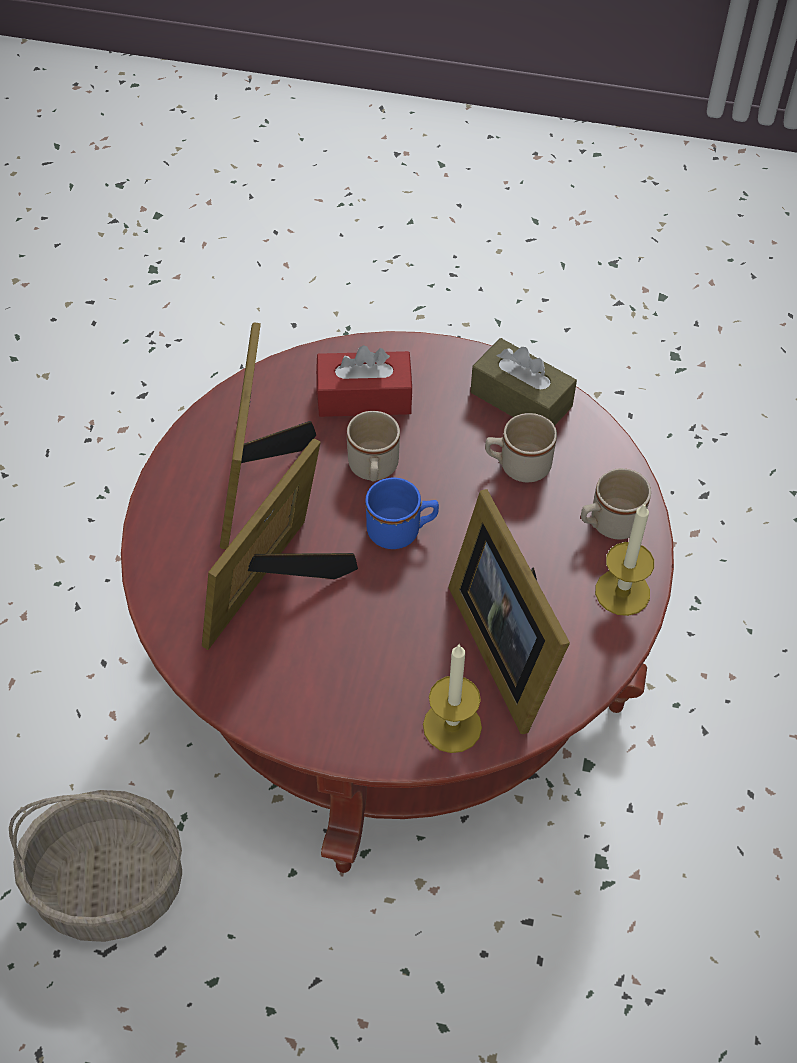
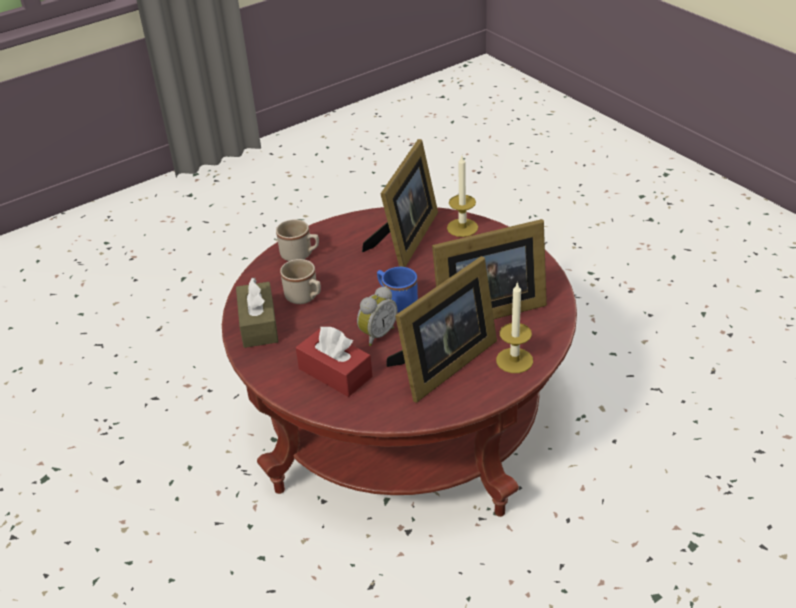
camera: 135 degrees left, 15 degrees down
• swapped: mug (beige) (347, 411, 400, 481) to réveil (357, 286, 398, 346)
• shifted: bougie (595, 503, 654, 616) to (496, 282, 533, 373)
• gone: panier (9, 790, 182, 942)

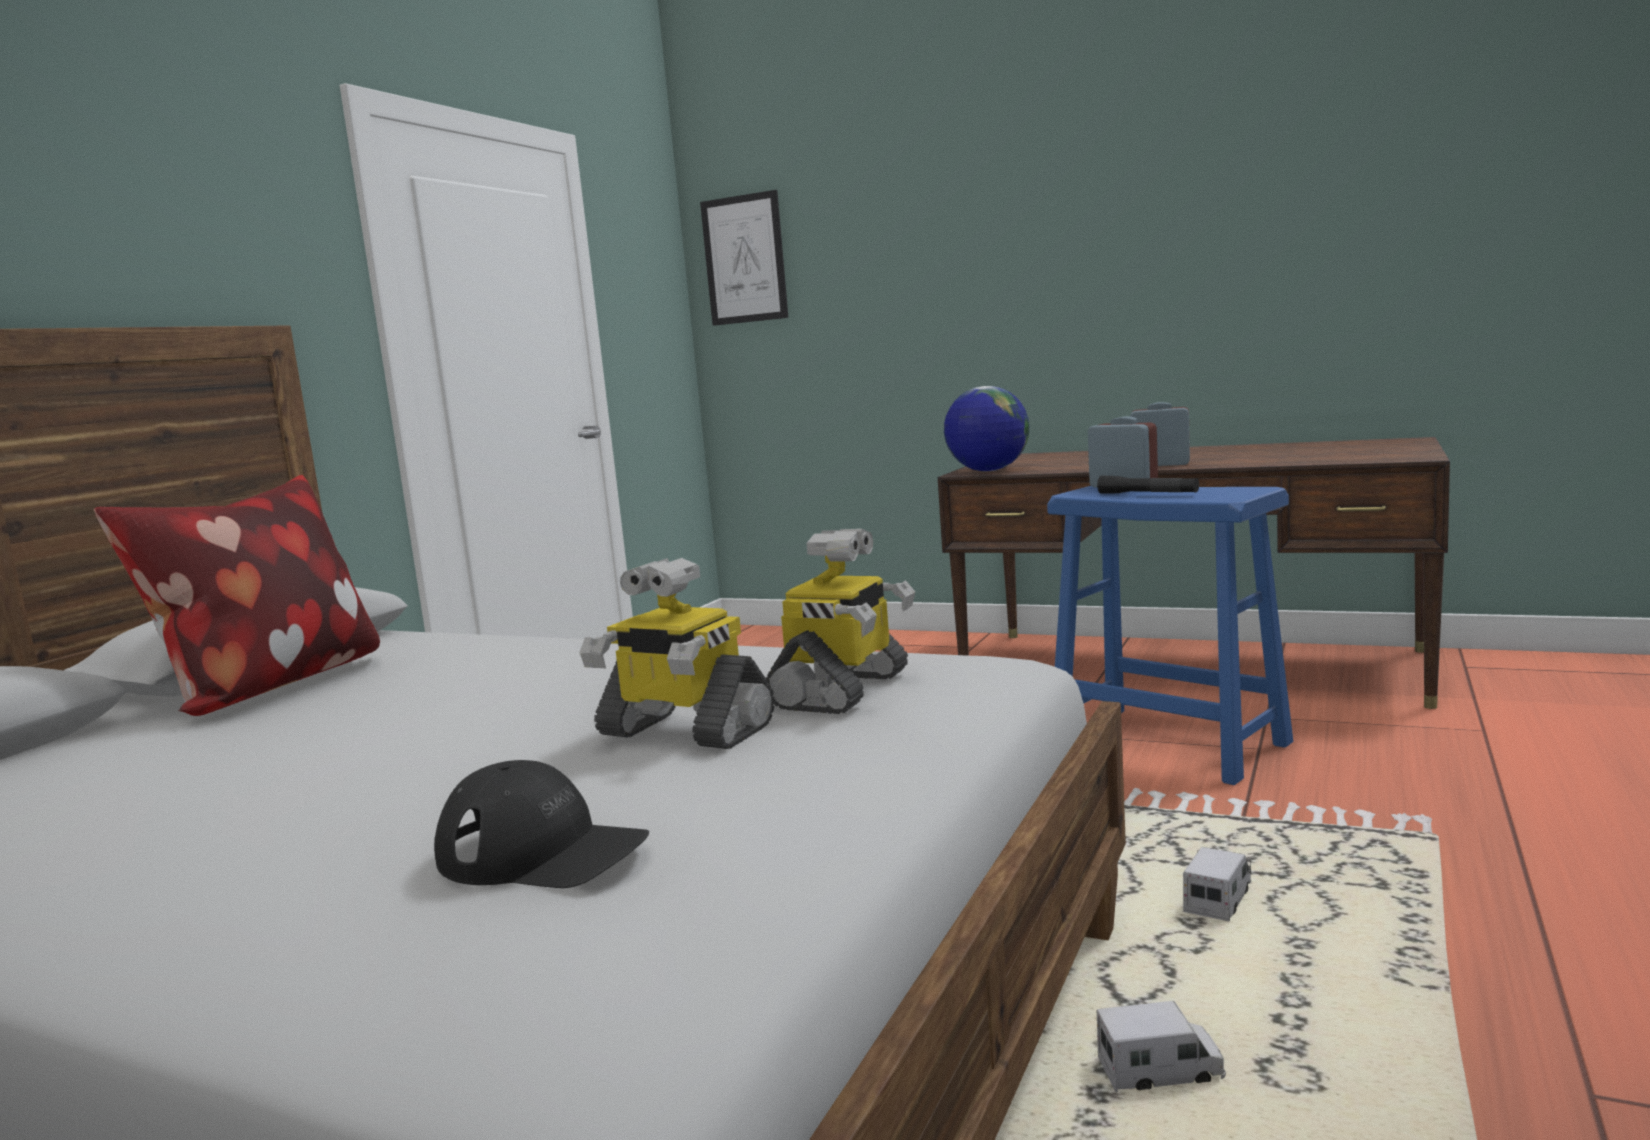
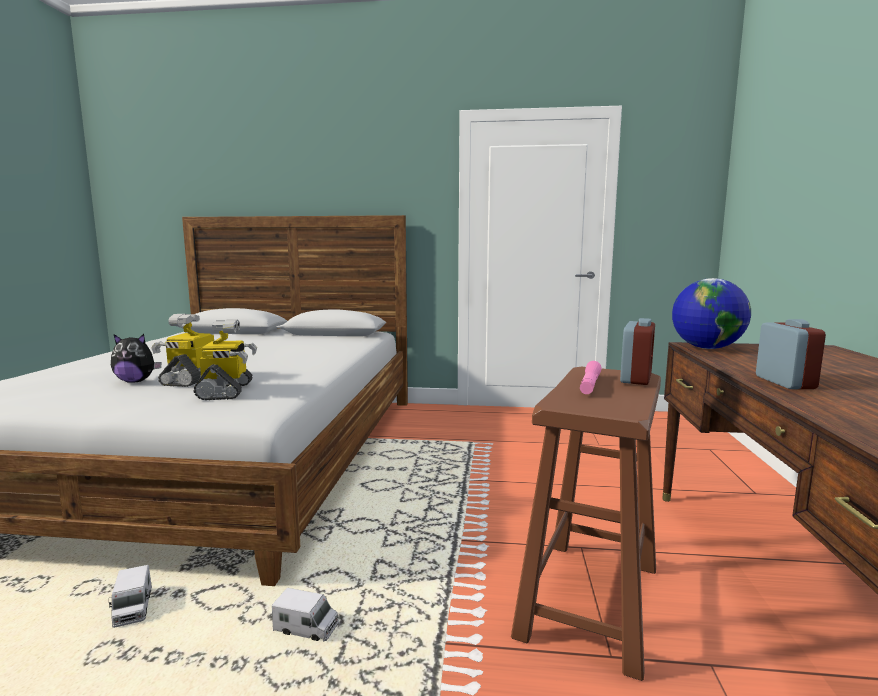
camera: 70 degrees right, 0 degrees up
• new: peluche (111, 334, 162, 383)
• rotated: robot jouet (766, 529, 915, 714) = (194, 319, 257, 400) 105 degrees counterclockwise
• repainted: tabouret (bleu) (1047, 486, 1293, 785) to tabouret (marron) (511, 367, 661, 681)
• repainted: lampe de poche (noir) (1097, 476, 1199, 494) to lampe de poche (rose) (580, 361, 602, 394)
• gone: coussin (94, 475, 380, 716)
• gone: casquette (noir) (434, 760, 649, 888)
• gone: tableau (700, 190, 788, 326)

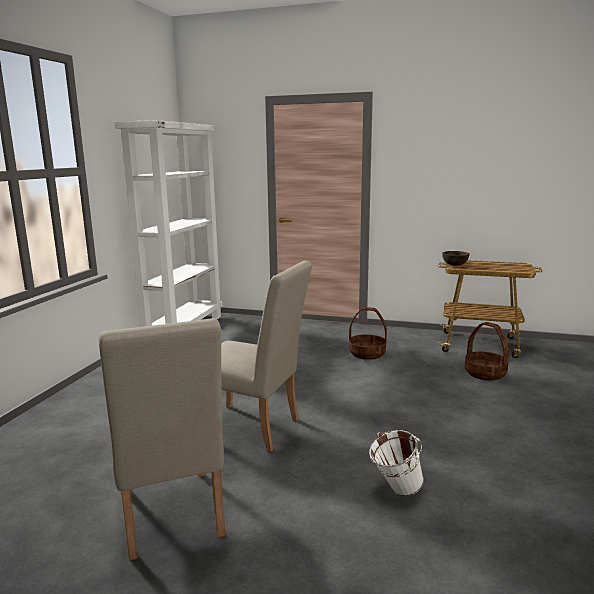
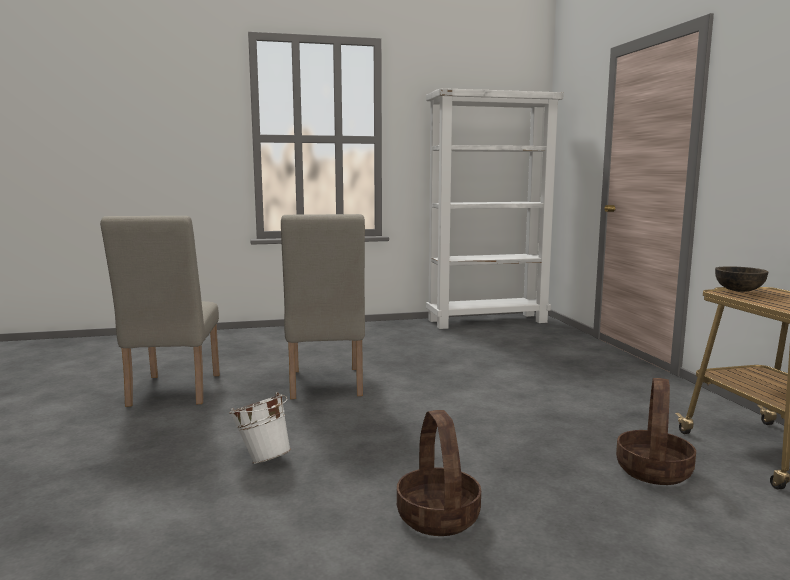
camera: 60 degrees right, 5 degrees down
• rotated: chaise (beige) (99, 318, 226, 561) = (100, 216, 220, 407) 45 degrees counterclockwise
• shifted: panier (349, 307, 387, 360) to (397, 410, 481, 536)

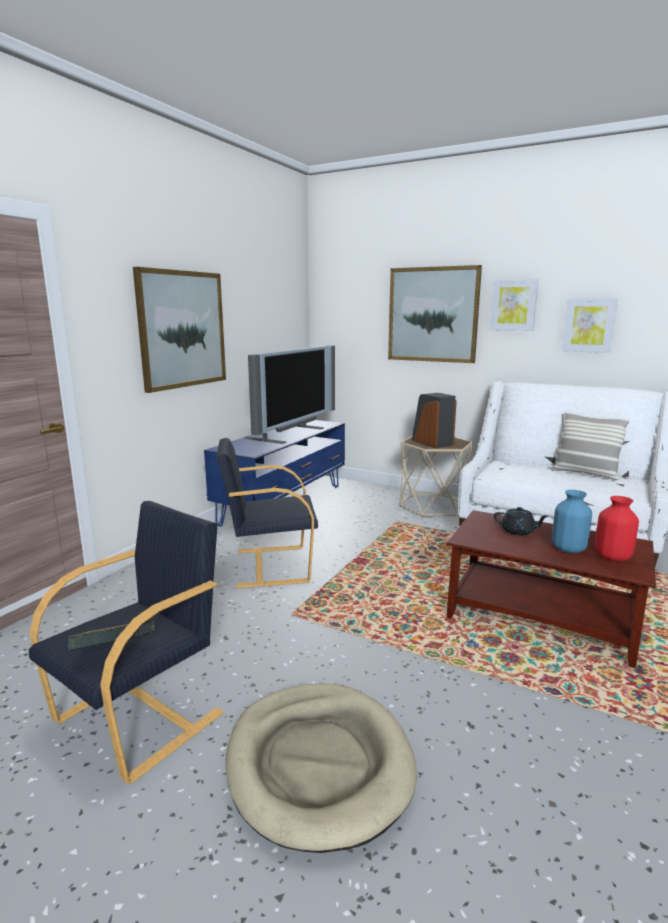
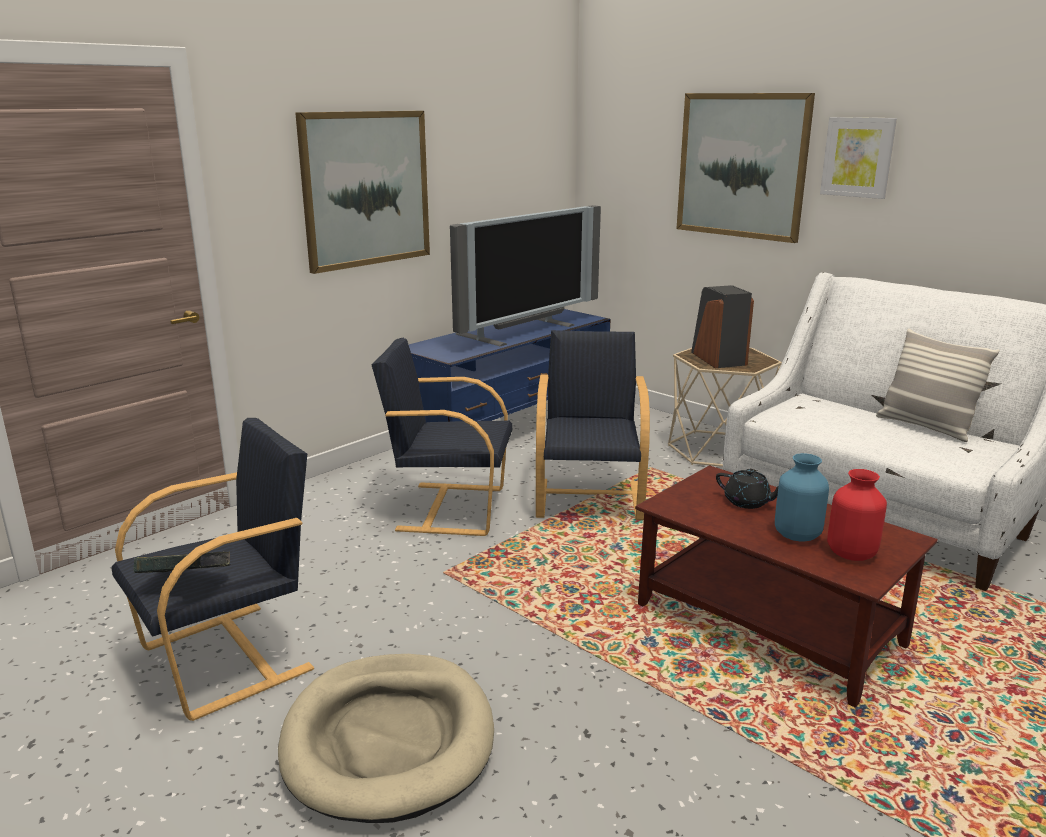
camera: 15 degrees right, 5 degrees up
• new: fauteuil (noir) (536, 330, 650, 520)
• gone: tableau (562, 299, 618, 353)

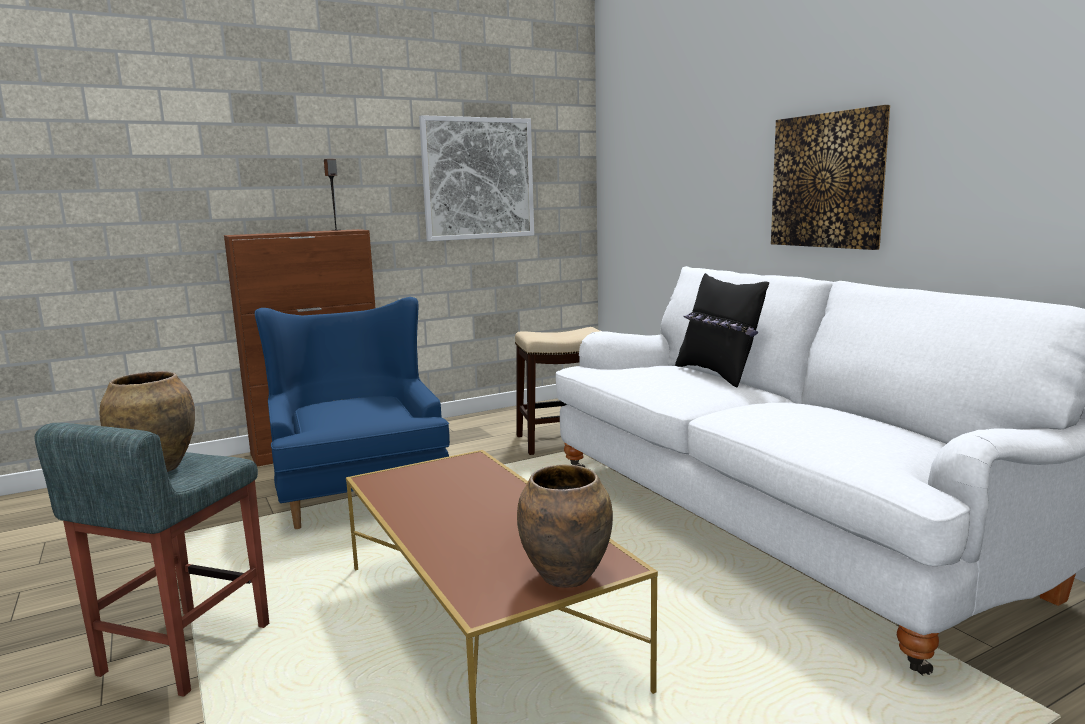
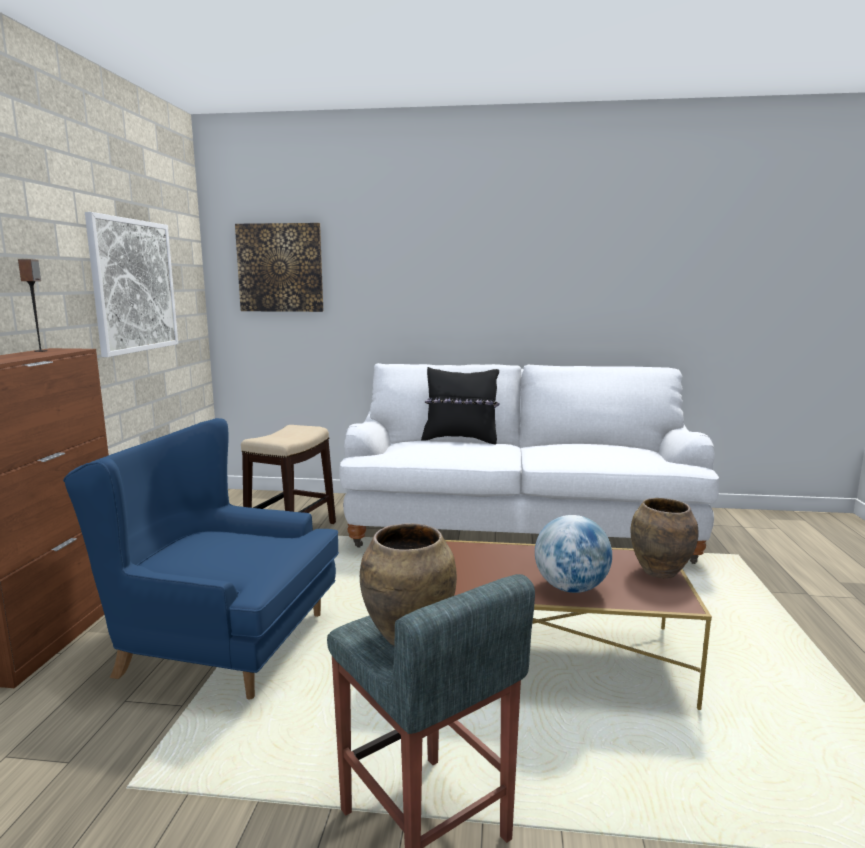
camera: 55 degrees left, 0 degrees up
• shifted: tableau (771, 105, 890, 250) to (235, 223, 323, 312)
• new: globe (535, 515, 612, 593)

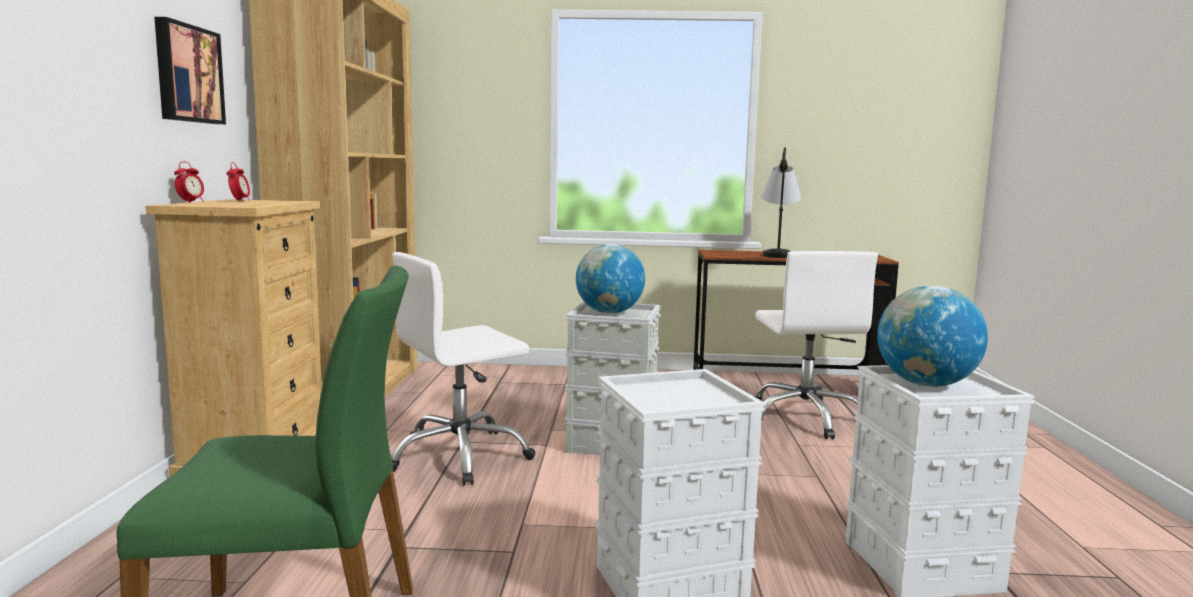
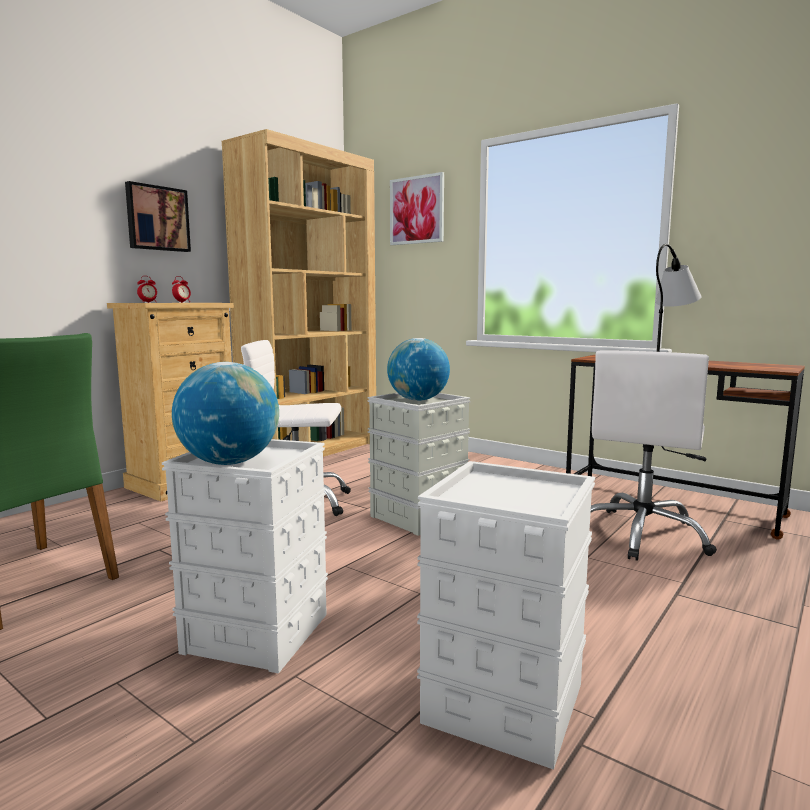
camera: 35 degrees right, 0 degrees up
• shifted: globe (877, 286, 988, 387) to (172, 362, 279, 465)
• new: tableau (390, 172, 444, 245)

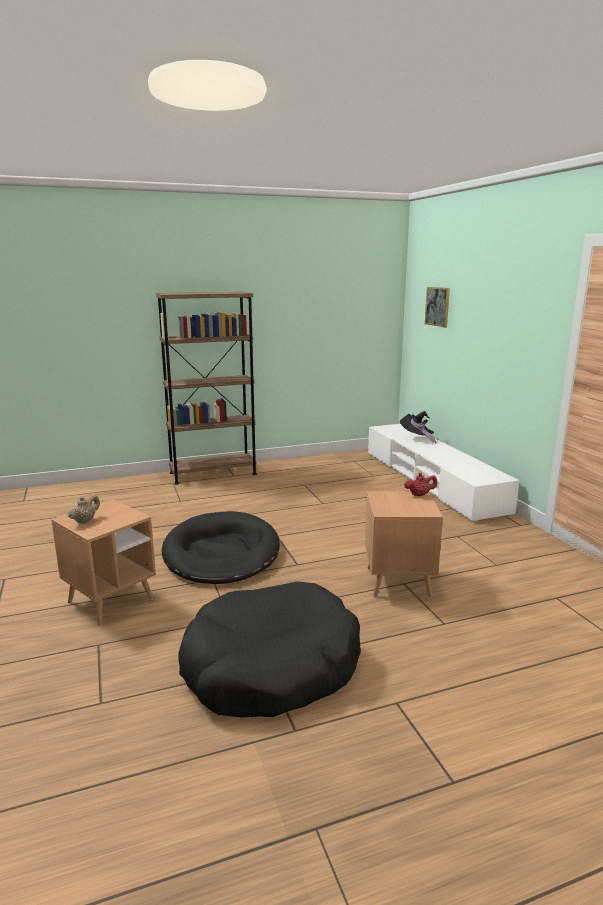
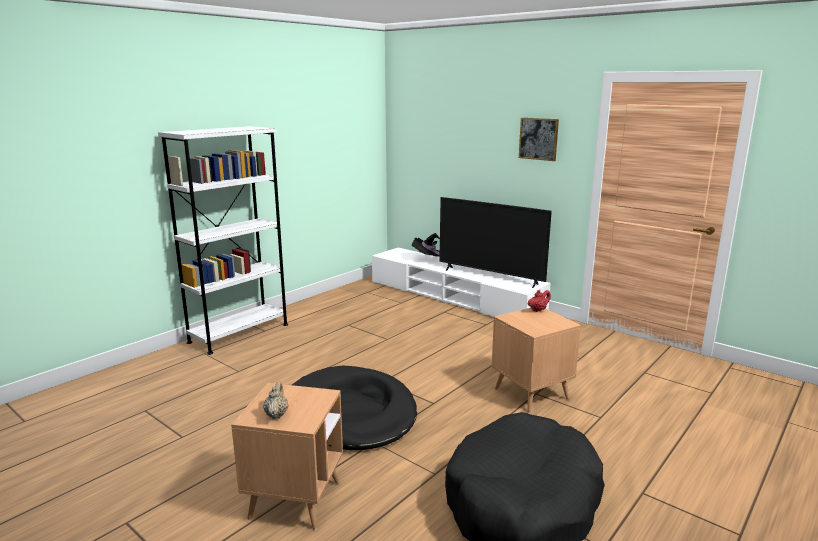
camera: 30 degrees left, 0 degrees up
• repainted: bibliothèque (marron) (156, 292, 257, 485) to bibliothèque (blanc) (158, 126, 288, 355)
• new: téléviseur (439, 197, 552, 288)
• shifted: tableau (425, 287, 450, 328) to (519, 118, 559, 161)

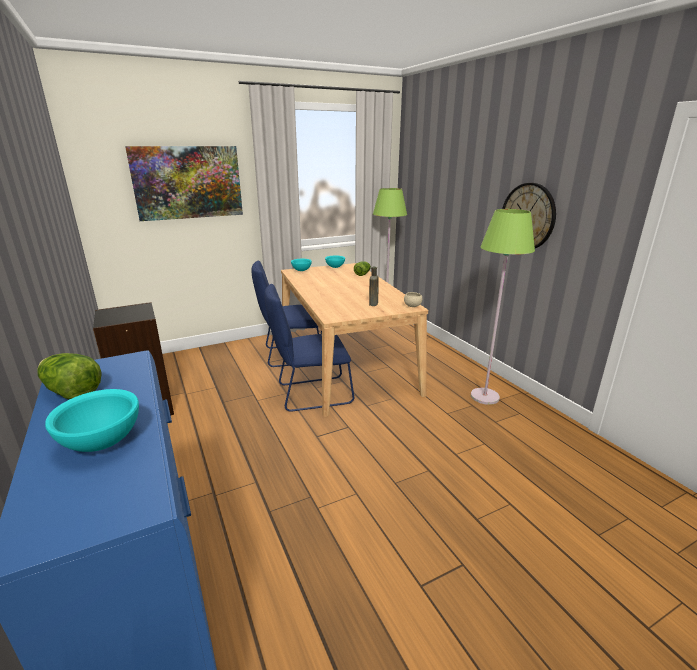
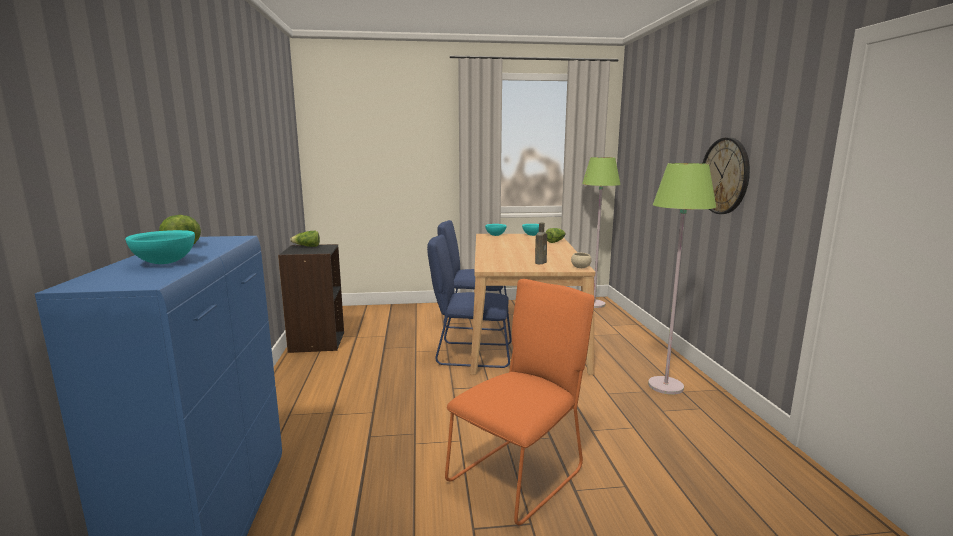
camera: 20 degrees right, 10 degrees down
• new: laitue (290, 231, 320, 247)
• new: chaise (orange) (445, 279, 595, 525)
• gone: tableau (125, 146, 243, 221)

